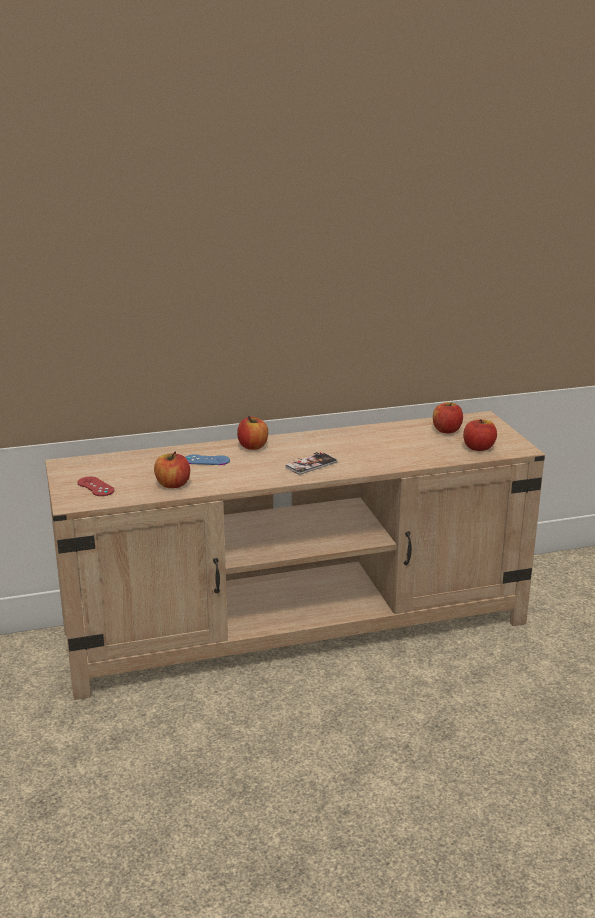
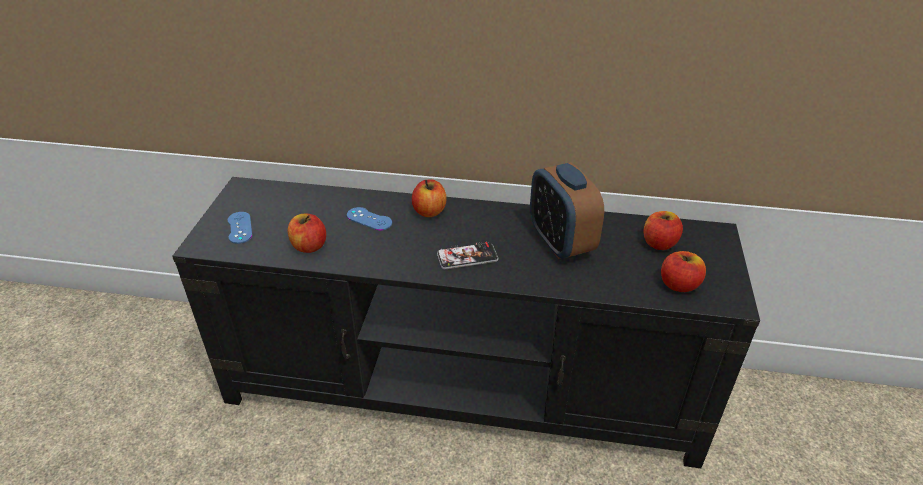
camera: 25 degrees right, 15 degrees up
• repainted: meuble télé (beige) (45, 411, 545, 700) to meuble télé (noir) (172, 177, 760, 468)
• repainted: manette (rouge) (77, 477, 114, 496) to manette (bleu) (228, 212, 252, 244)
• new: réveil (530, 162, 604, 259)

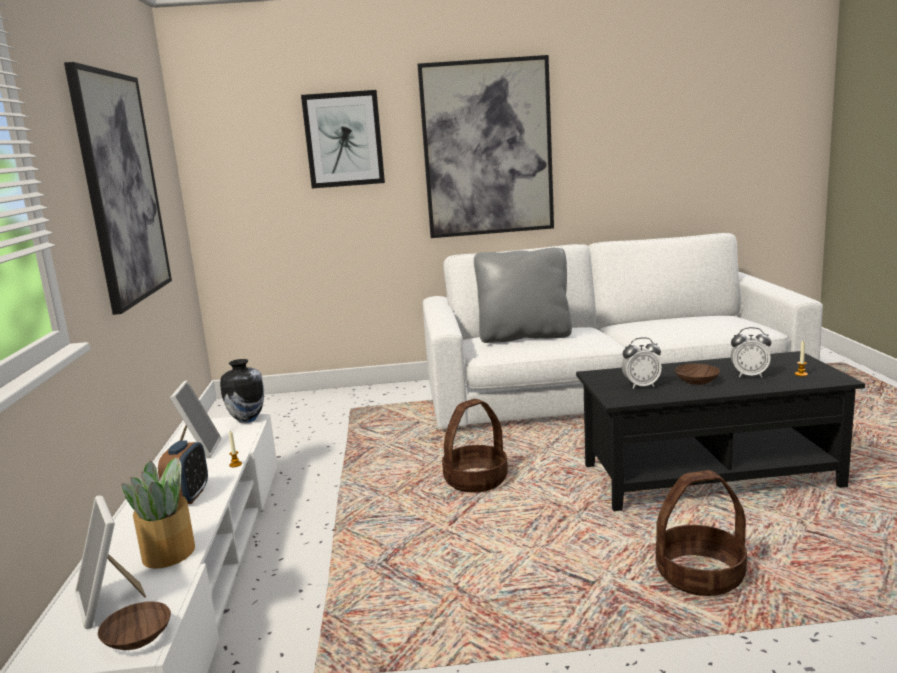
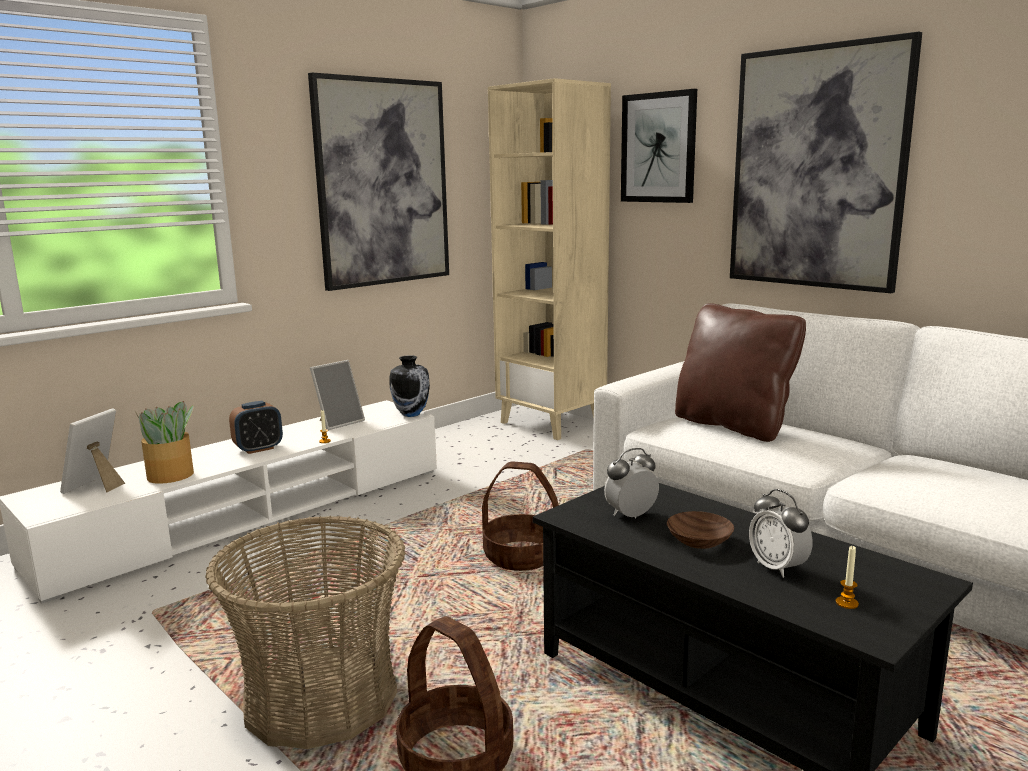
camera: 50 degrees right, 0 degrees up
• new: panier (205, 516, 406, 749)
• new: bibliothèque (beige) (488, 78, 611, 440)
• rotated: réveil (622, 337, 662, 389) = (604, 448, 659, 519) 105 degrees clockwise
• repainted: coussin (gris) (474, 248, 572, 343) to coussin (marron) (675, 303, 806, 442)
• gone: bol (marron) (98, 601, 171, 650)

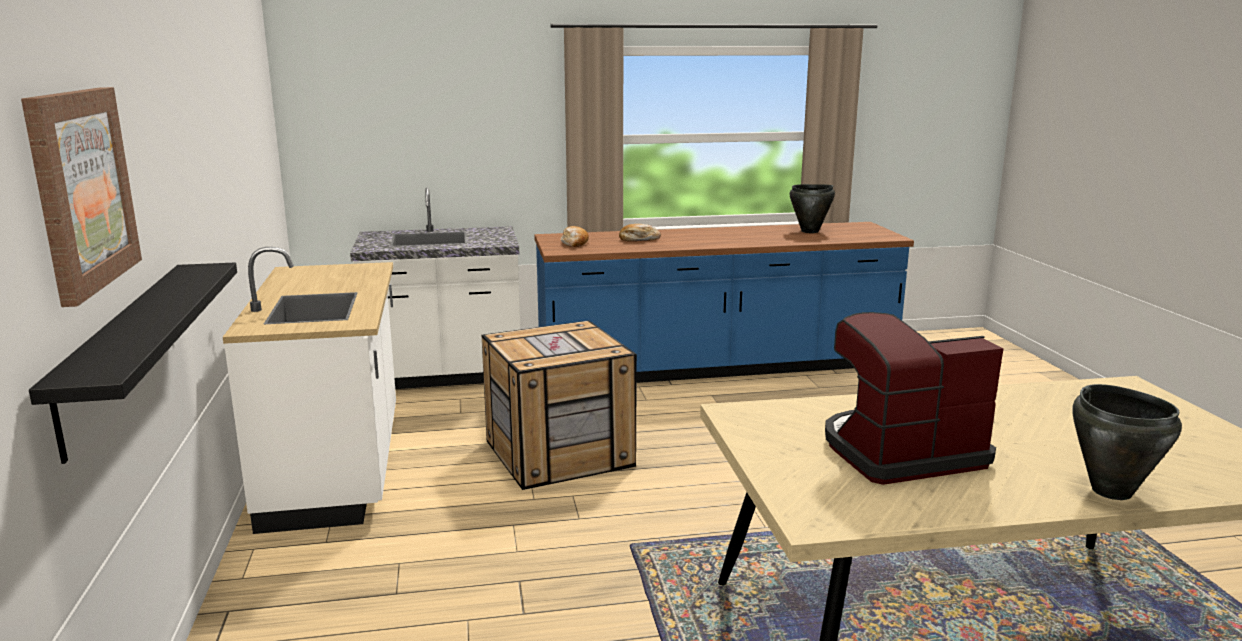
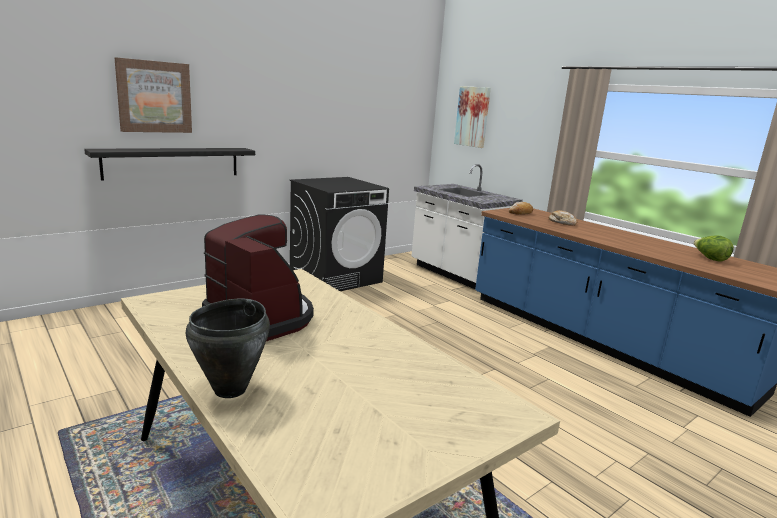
camera: 60 degrees right, 0 degrees up
• swapped: comptoir de cuisine (blanc) (223, 247, 396, 534) to lave-linge (noir) (290, 177, 389, 291)
• new: tableau (454, 86, 491, 148)
• swapped: marmite (noir) (790, 184, 835, 233) to laitue (694, 235, 734, 262)
• gone: caisse (482, 320, 637, 490)

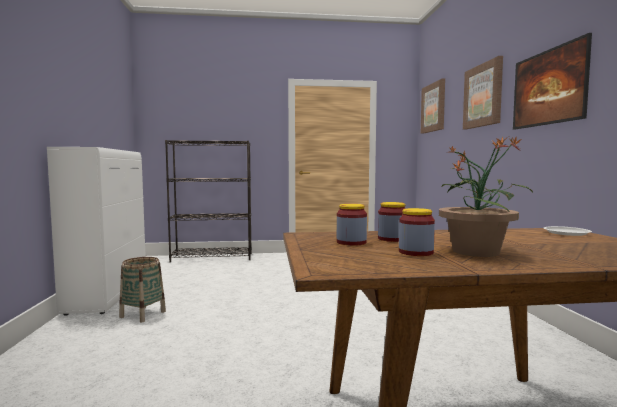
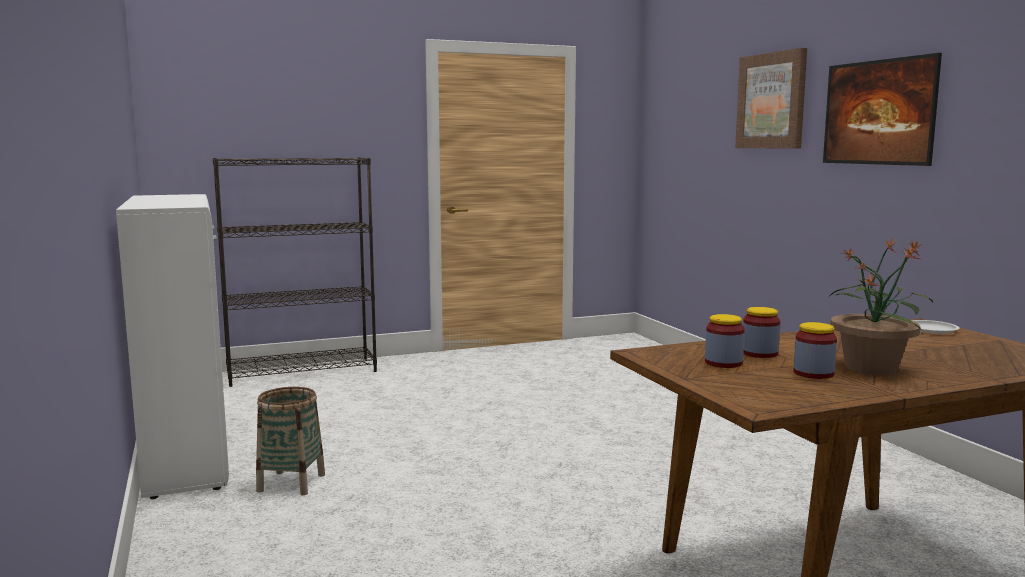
camera: 15 degrees left, 5 degrees up
• gone: tableau (421, 78, 445, 134)

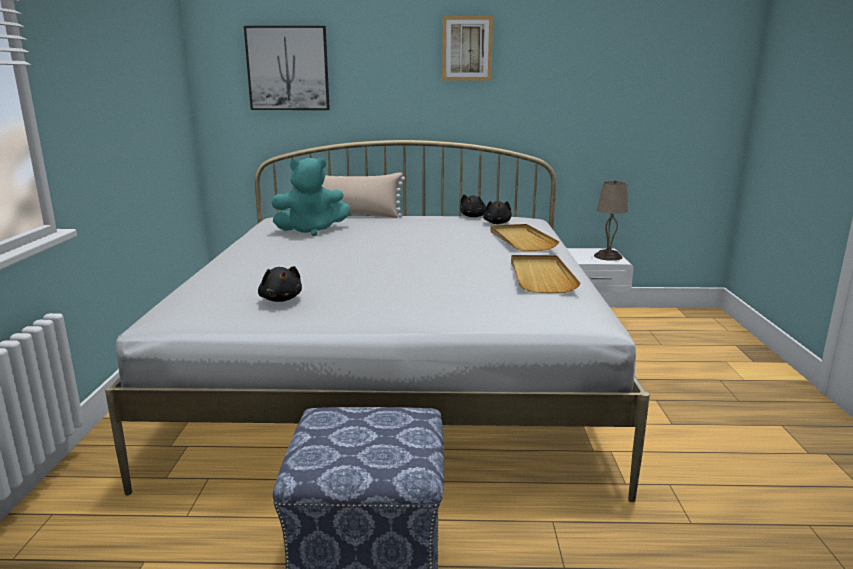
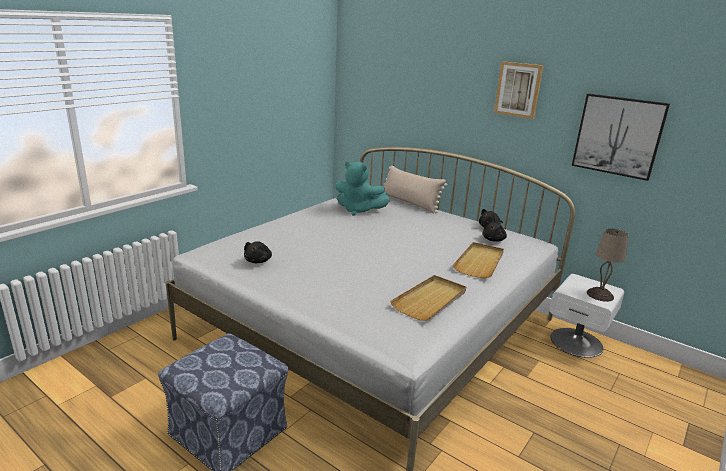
camera: 35 degrees right, 5 degrees up
• shifted: tableau (244, 26, 330, 110) to (572, 93, 670, 181)

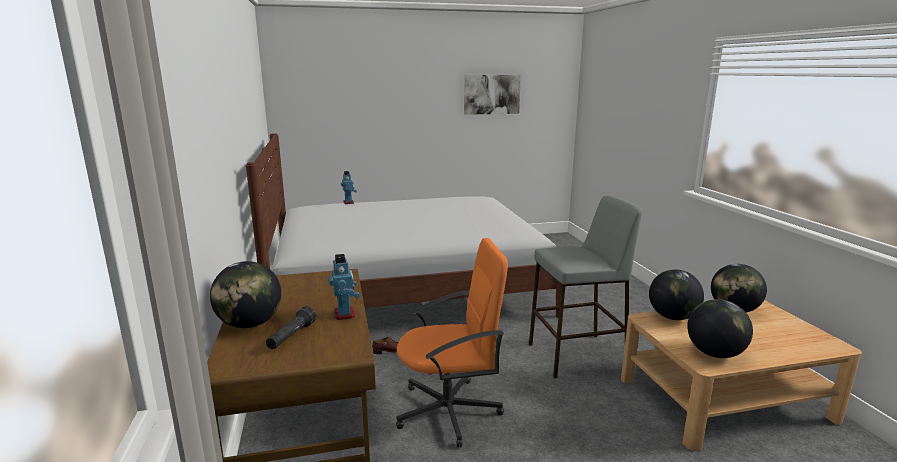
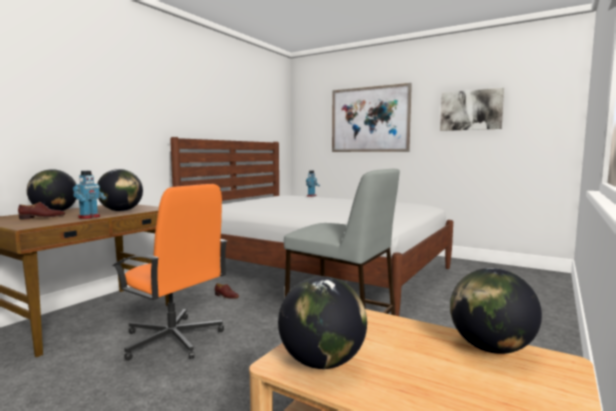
camera: 45 degrees right, 10 degrees down
• swapped: lampe de poche (noir) (266, 306, 316, 349) to chaussure (marron) (18, 202, 65, 219)
• shifted: globe (649, 269, 704, 320) to (97, 169, 143, 211)
• new: tableau (332, 83, 412, 152)

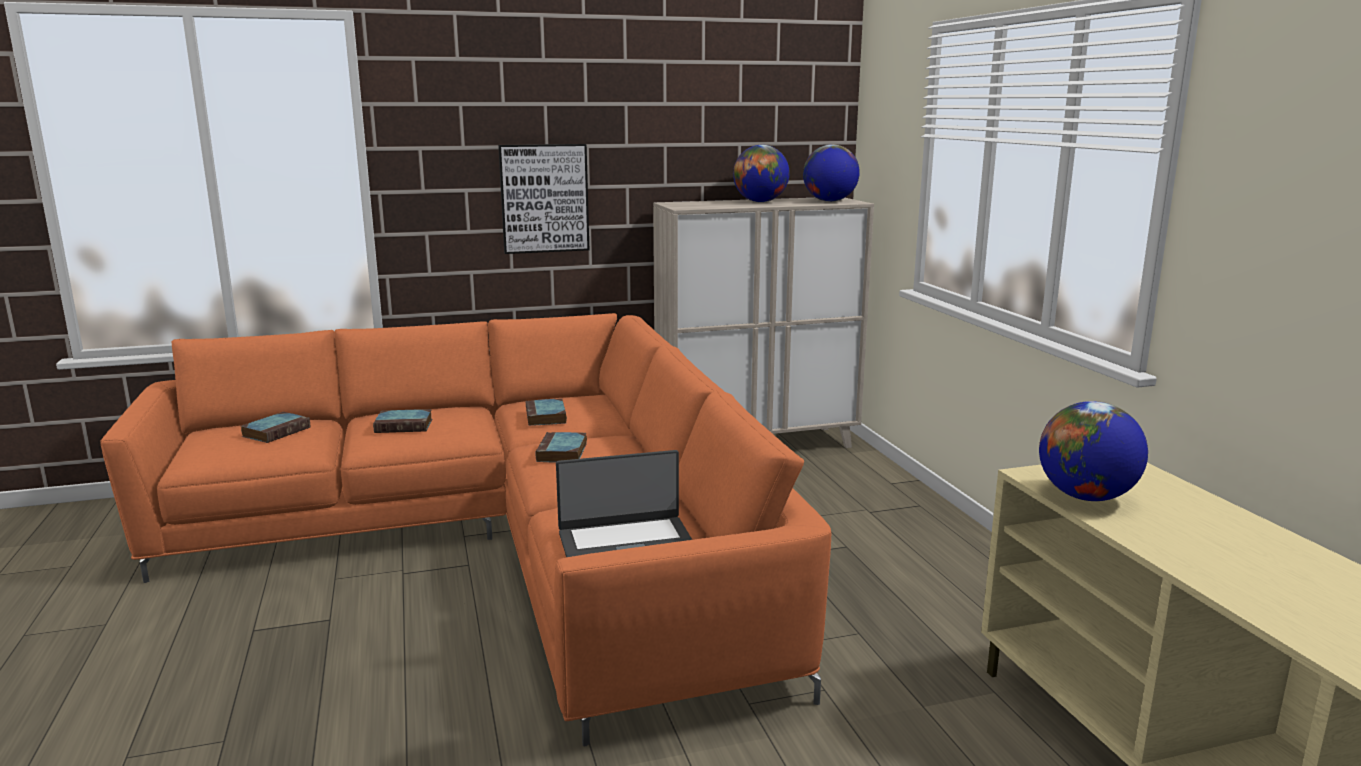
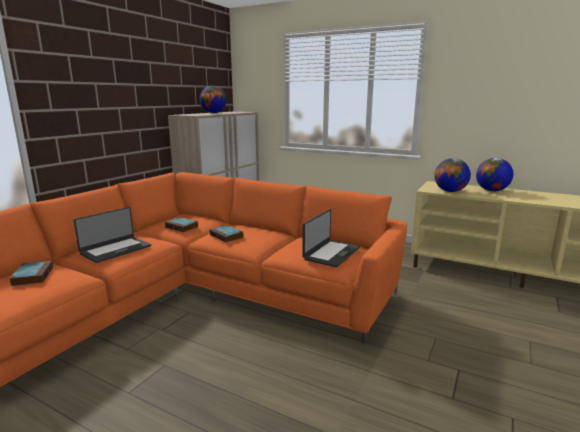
camera: 45 degrees left, 0 degrees up
• swapped: livre (373, 409, 432, 433) to ordinateur portable (74, 207, 151, 263)
• shifted: globe (803, 144, 860, 202) to (476, 158, 514, 192)
• gone: tableau (498, 144, 589, 254)

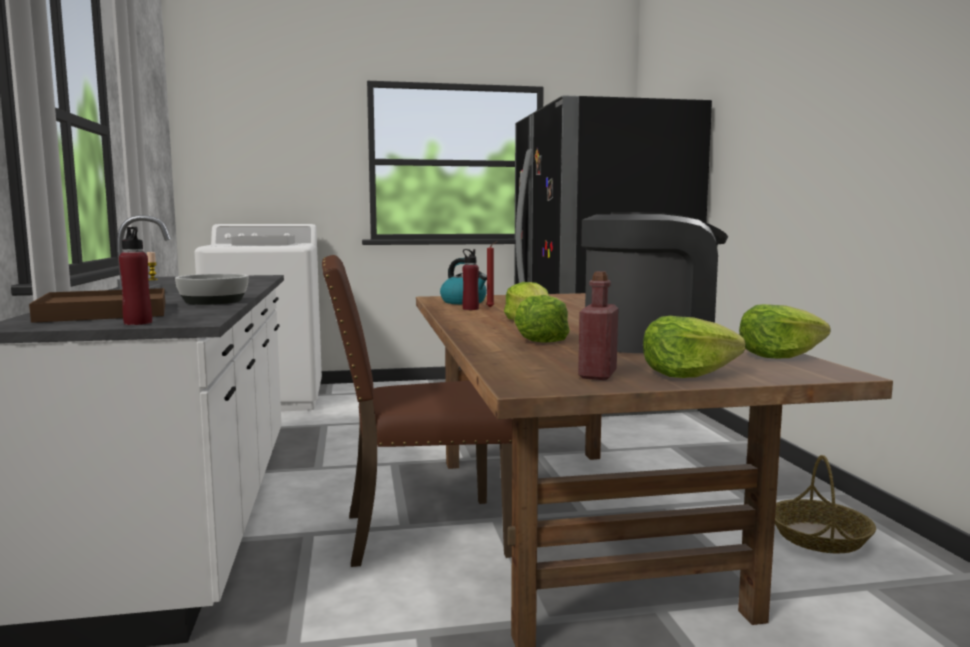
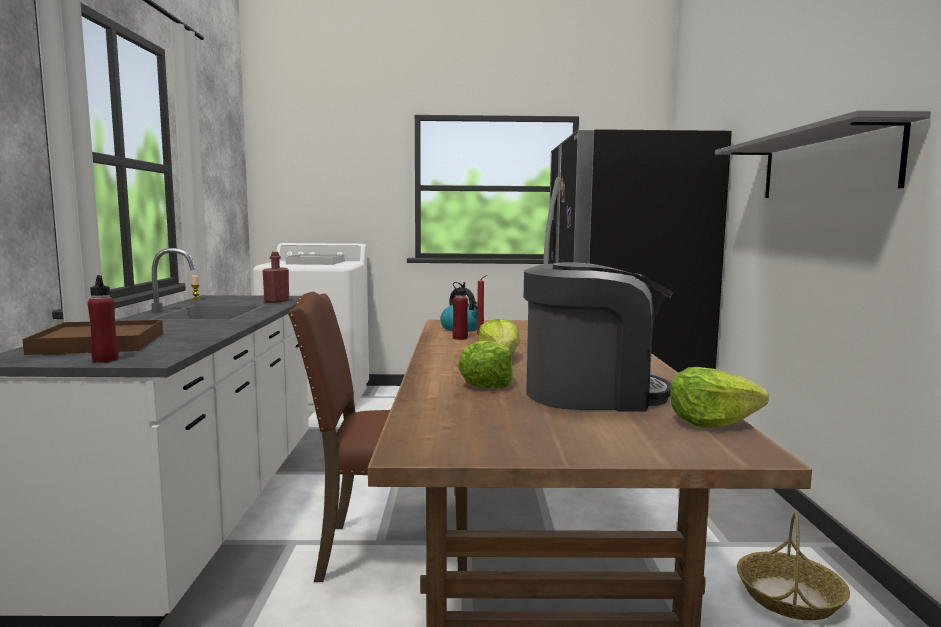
camera: 10 degrees right, 0 degrees up
• shifted: bouteille (rouge) (578, 271, 618, 380) to (263, 252, 289, 303)
• new: étagère (gris) (715, 110, 931, 198)
• gone: bol (175, 274, 248, 305)
• gone: laitue (643, 316, 745, 378)

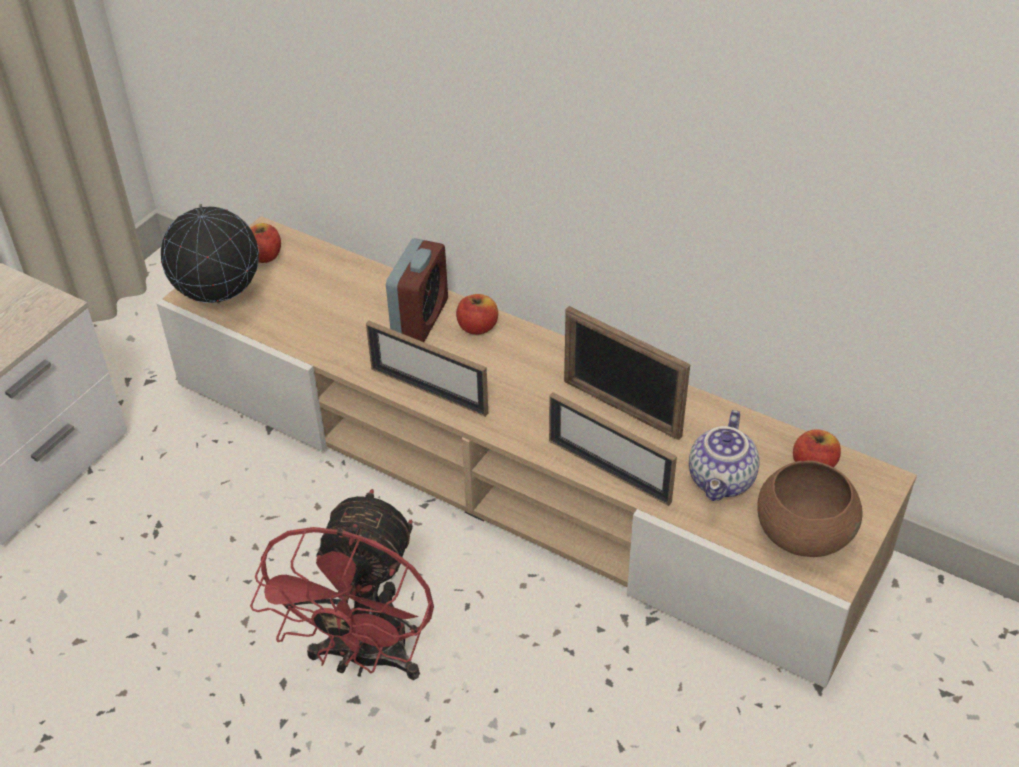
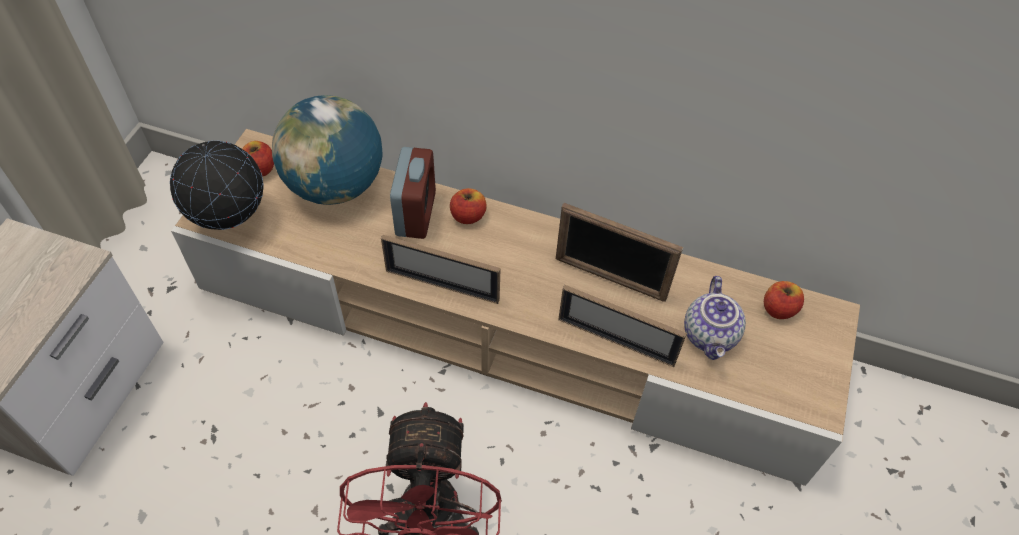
camera: 15 degrees left, 10 degrees up
• new: globe (272, 95, 383, 205)
• gone: bol (marron) (757, 460, 863, 557)

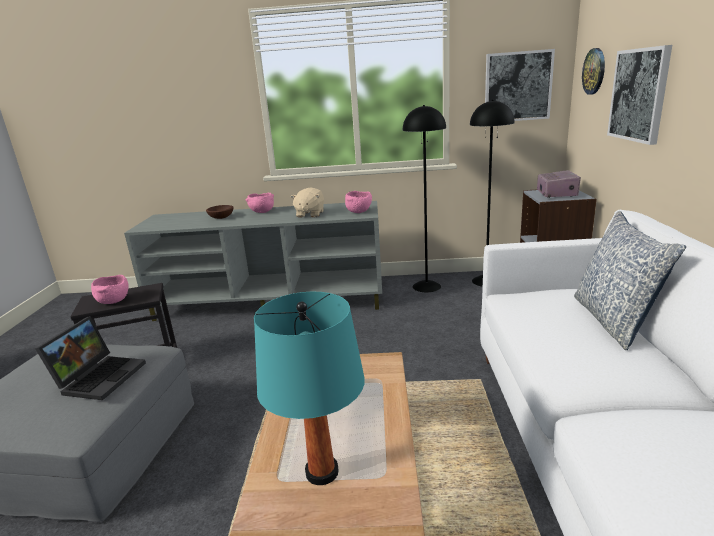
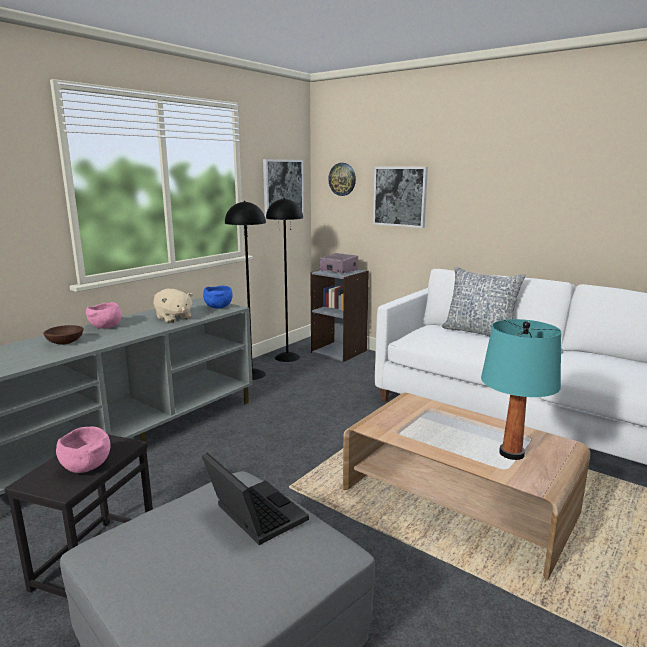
camera: 55 degrees left, 5 degrees down
• repainted: bol (rose) (345, 191, 372, 213) to bol (bleu) (203, 286, 233, 308)

